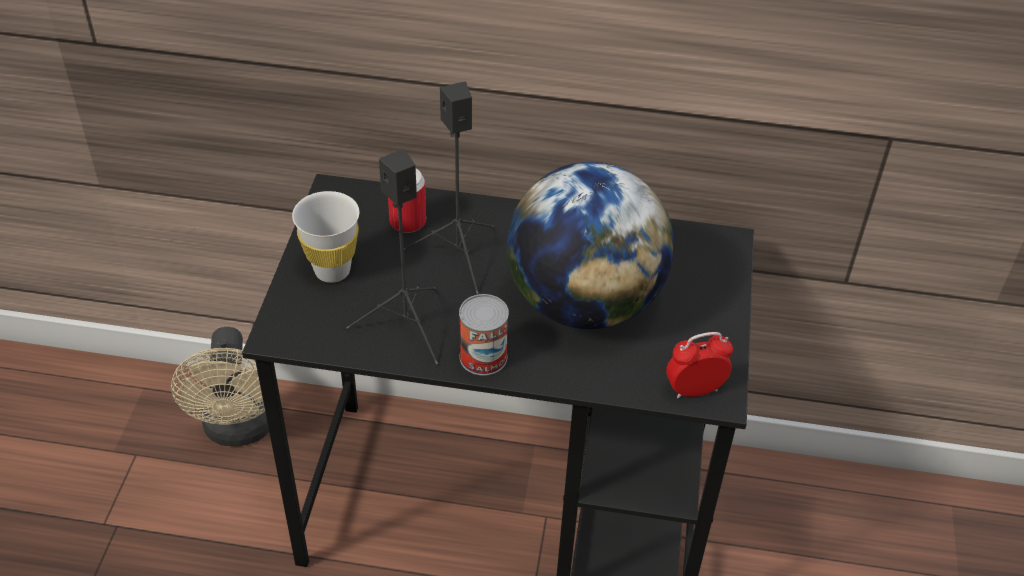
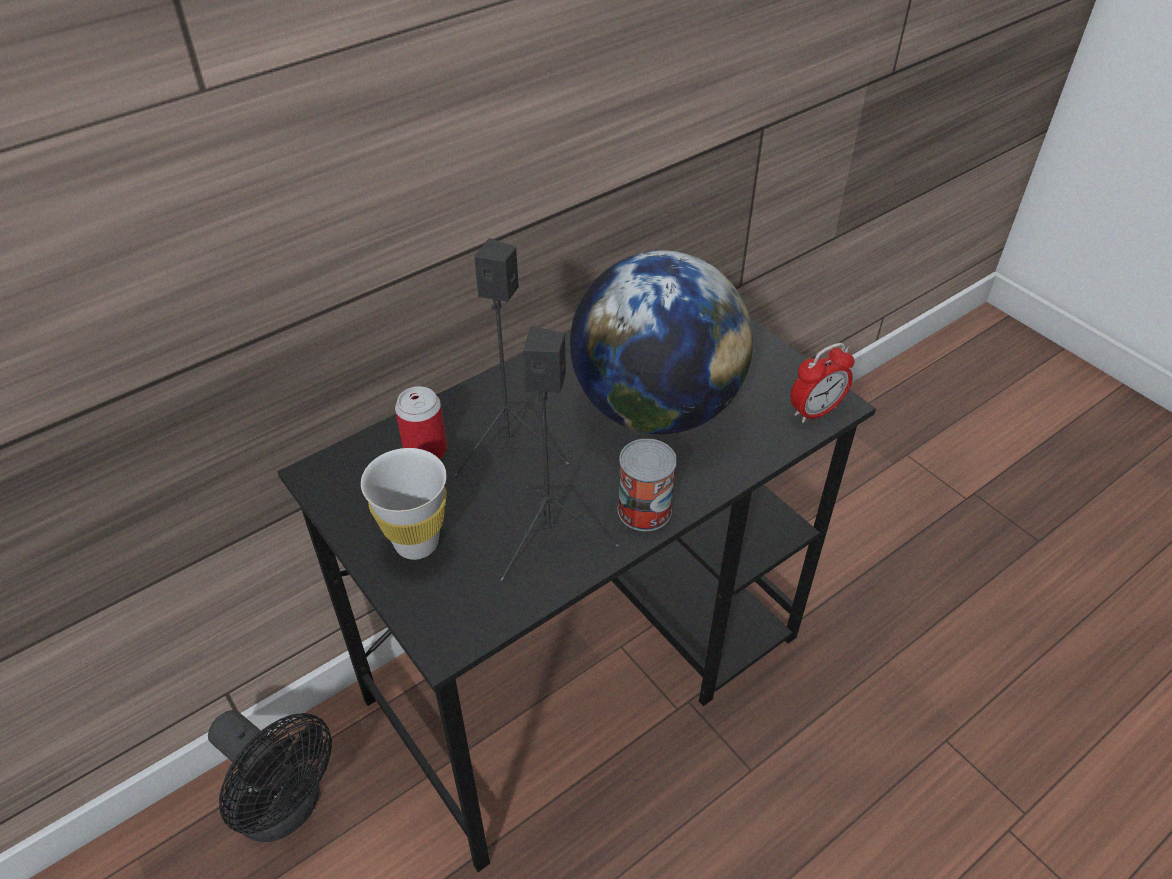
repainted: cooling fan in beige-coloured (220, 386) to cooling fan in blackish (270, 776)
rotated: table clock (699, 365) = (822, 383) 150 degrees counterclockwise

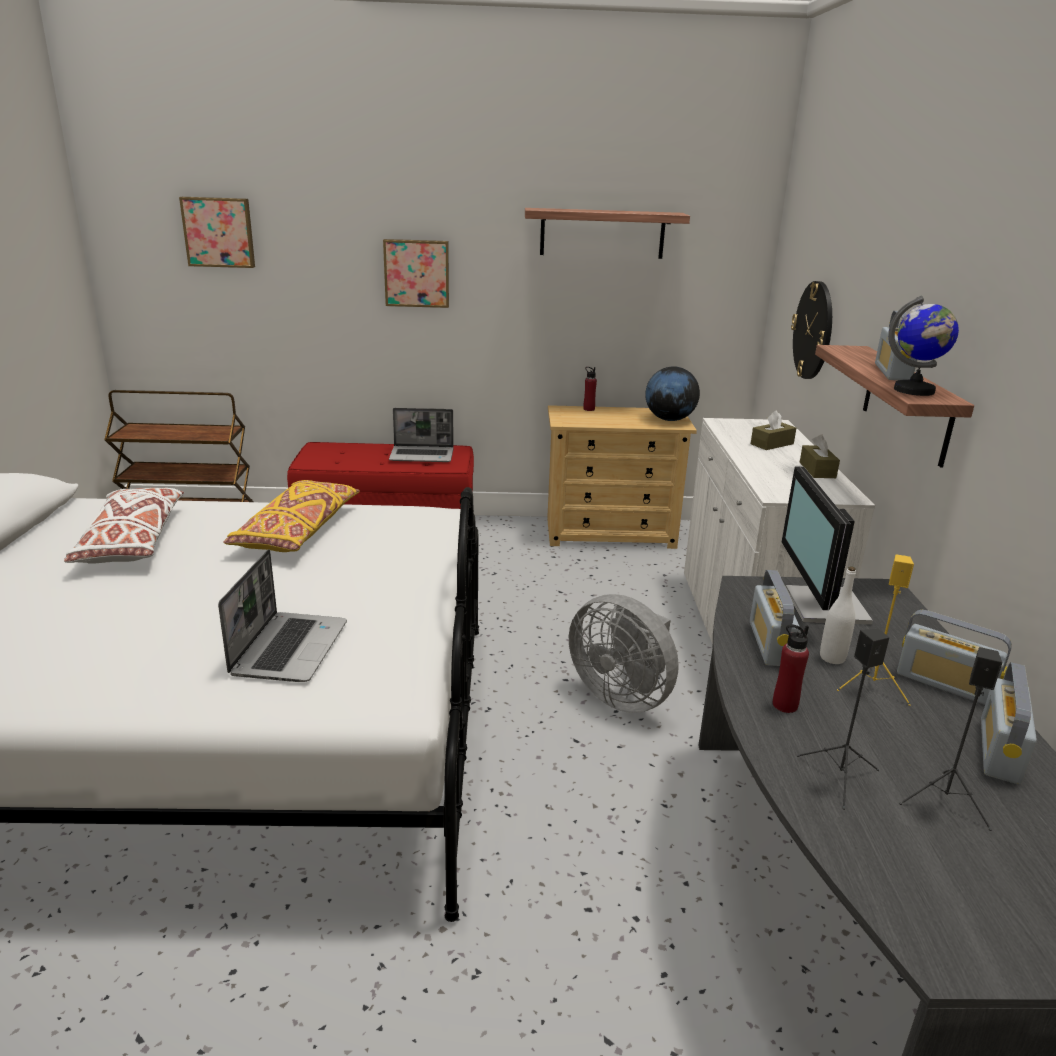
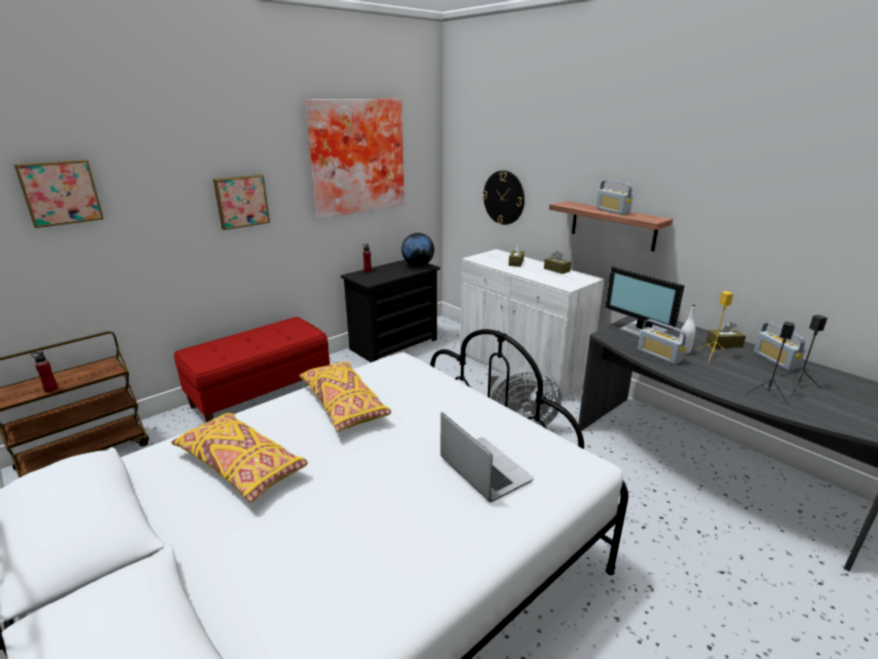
gone: globe (923, 346); notebook computer (421, 435)
shifted: bottle in reddish (791, 668) to (44, 371)
swapped: wall shelf (607, 233) to wall art (354, 159); radio (954, 657) to tissue holder in brown-coloured (726, 335)
repainted: drawer chest in beige-coloured (622, 477) to drawer chest in blackish (390, 311); pillow in white (124, 526) to pillow in yellowish (239, 457)

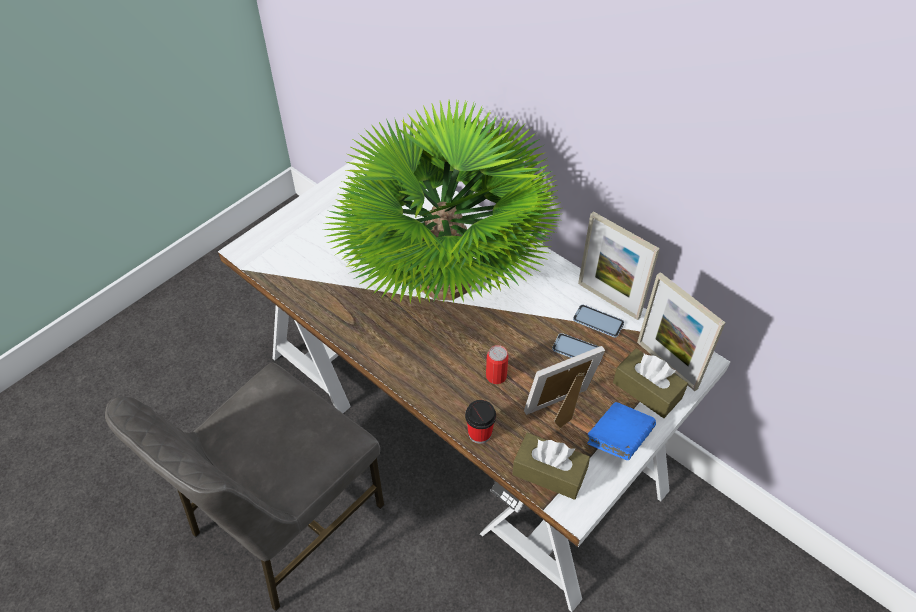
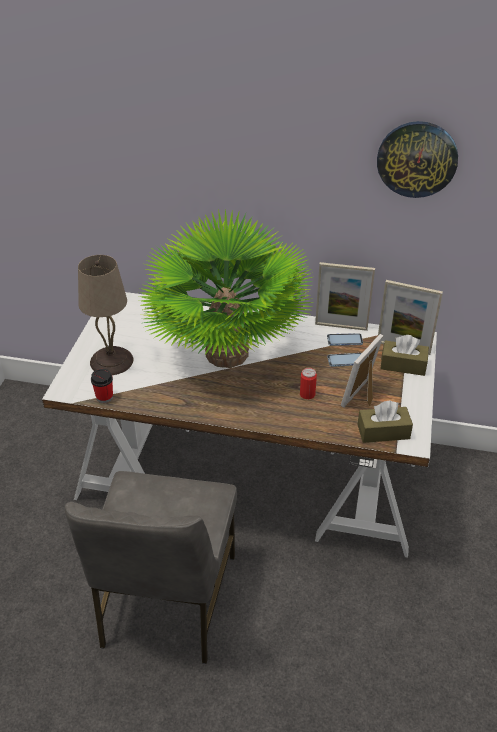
gone: book in bluish (621, 431)
new: hanging clock (417, 159); table lamp in beige-coloured (106, 315)
shifted: cup (480, 422) to (102, 386)

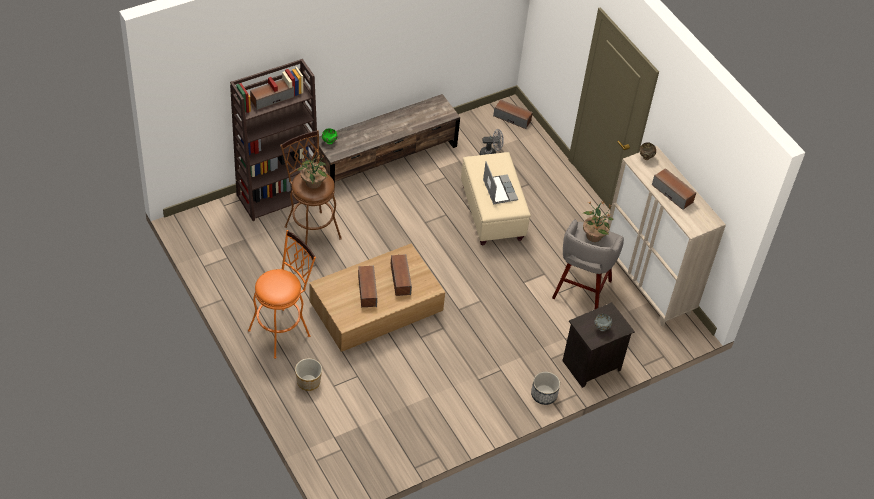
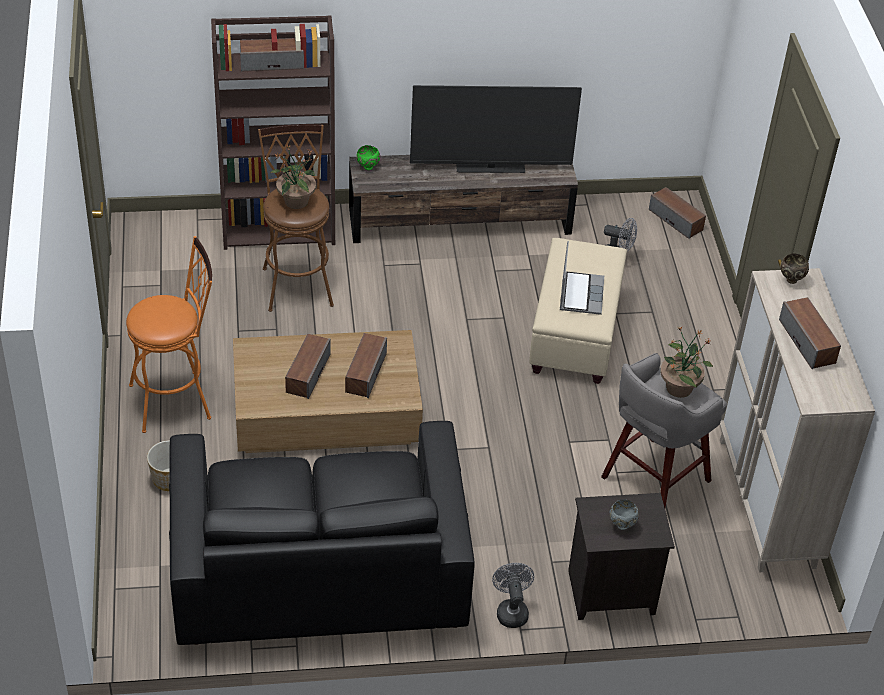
new: TV set (496, 129); couch in blackish (322, 533)
swapped: flower pot (545, 388) to cooling fan in grey (513, 595)

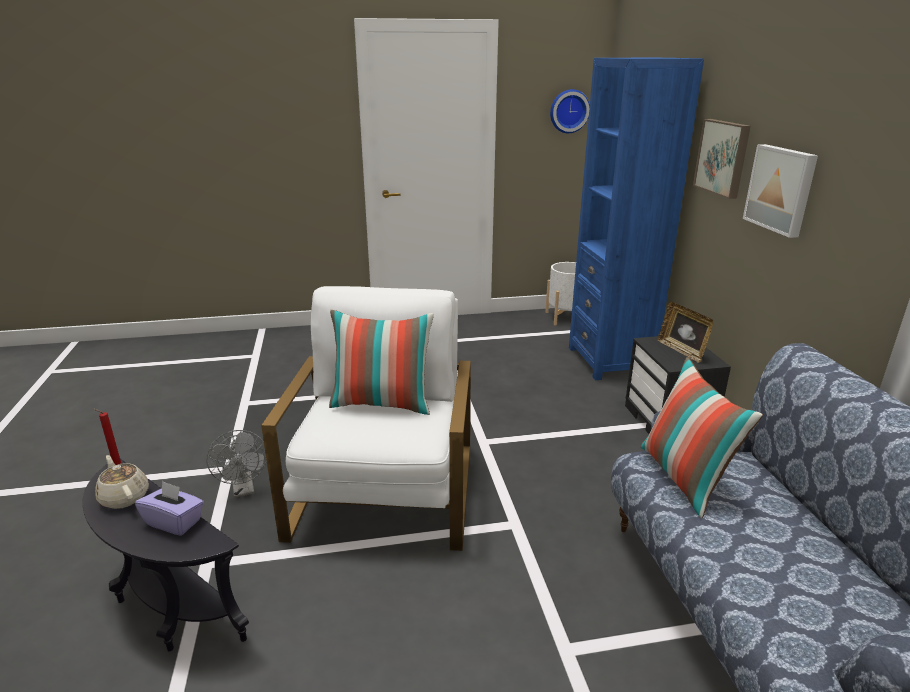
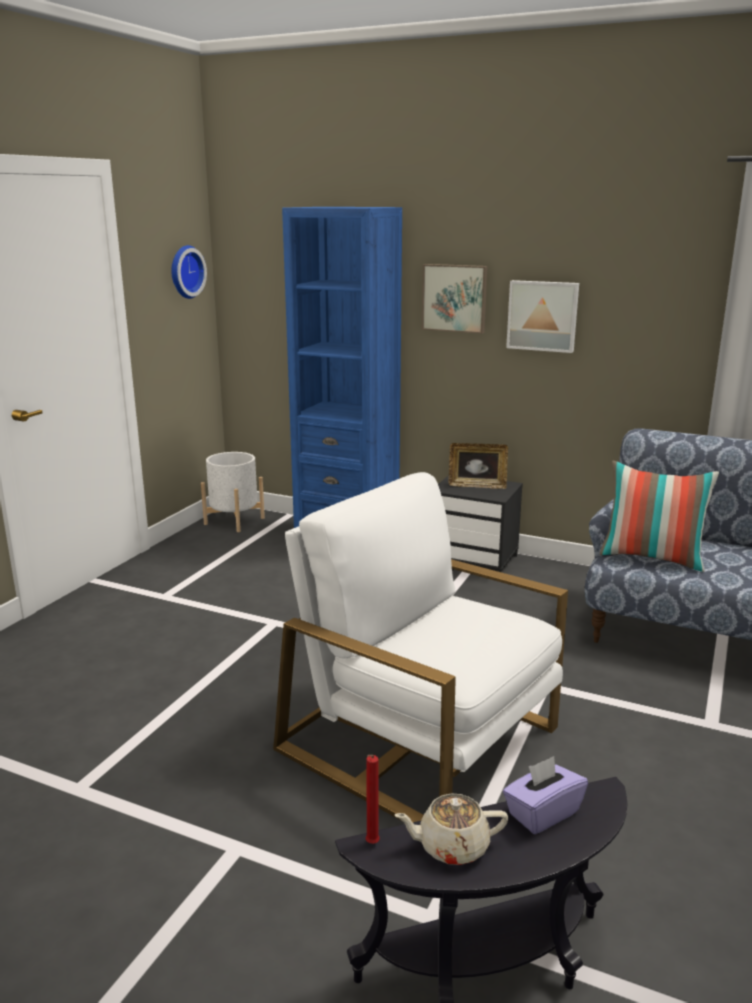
gone: pillow (381, 362); cooling fan in grey (236, 464)

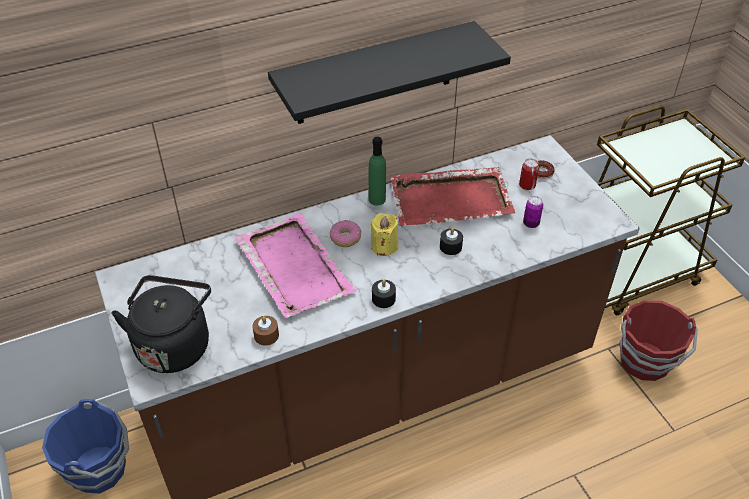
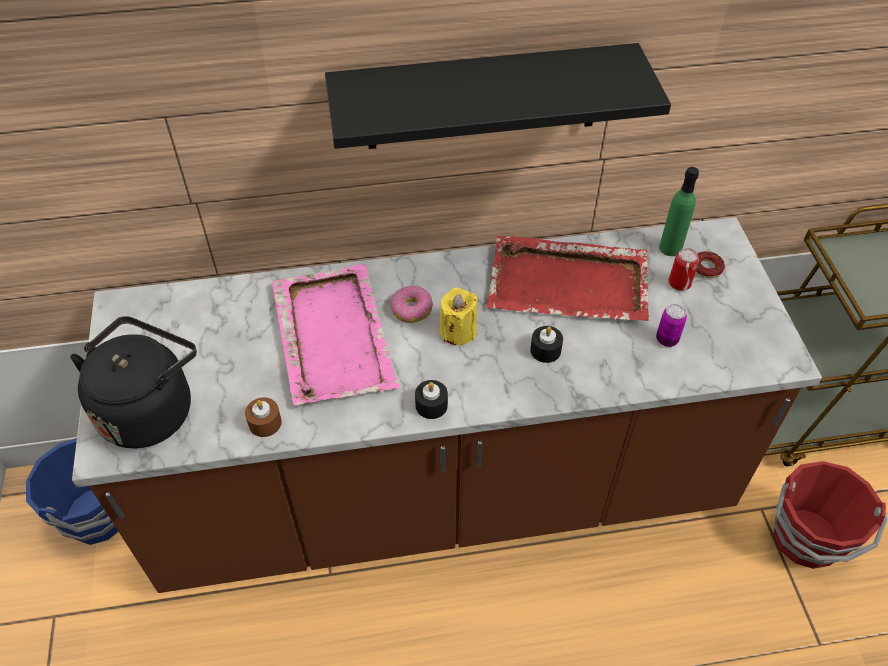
shifted: bottle in green-coloured (377, 171) to (679, 211)

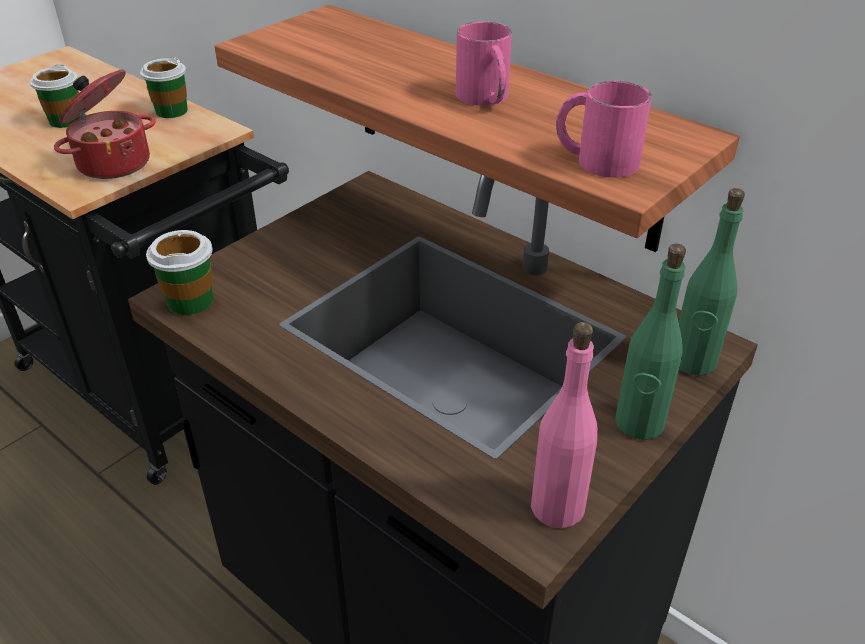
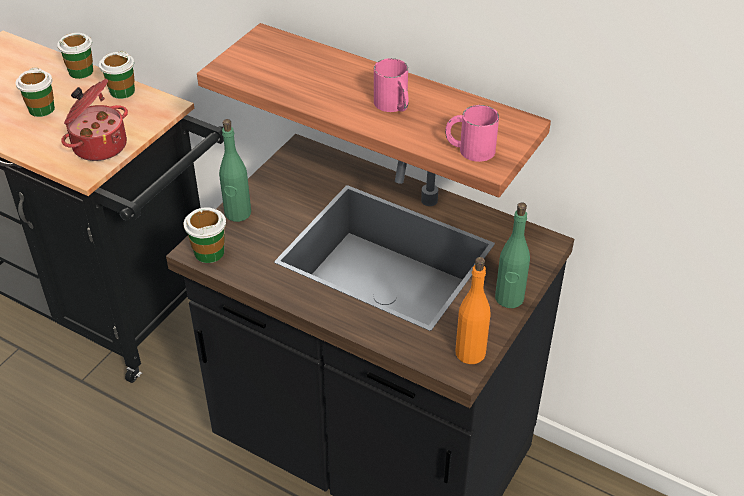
new: cup (75, 56)
shifted: bottle in green-coloured (712, 282) to (235, 170)
repainted: bottle in pink (564, 425) to bottle in orange-coloured (472, 310)

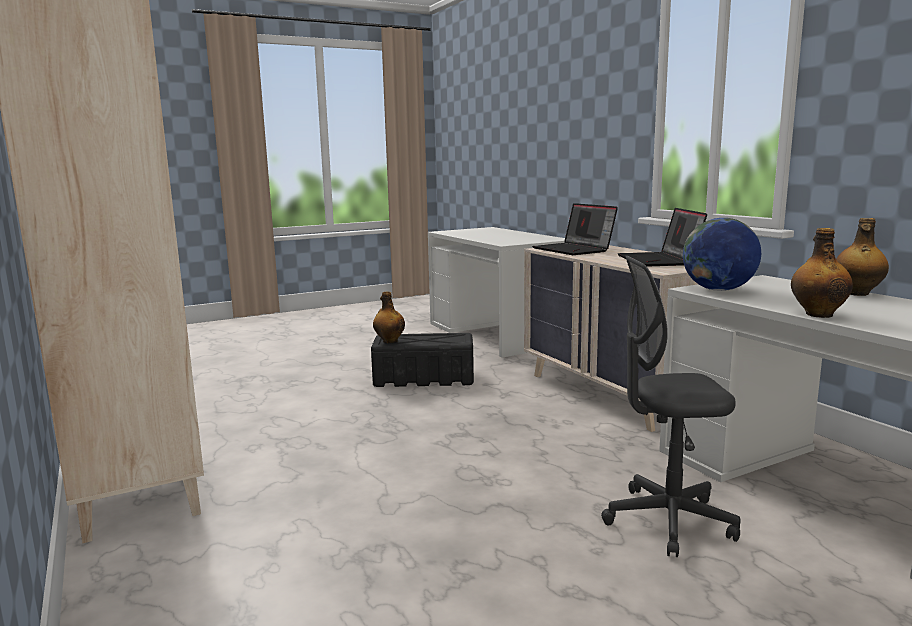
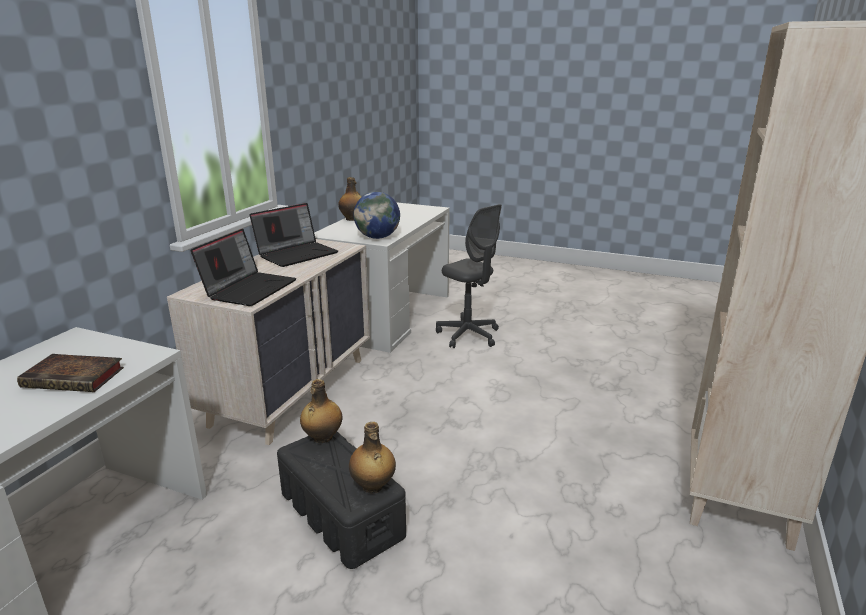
new: book (70, 373)
shifted: bottle (822, 273) to (321, 411)

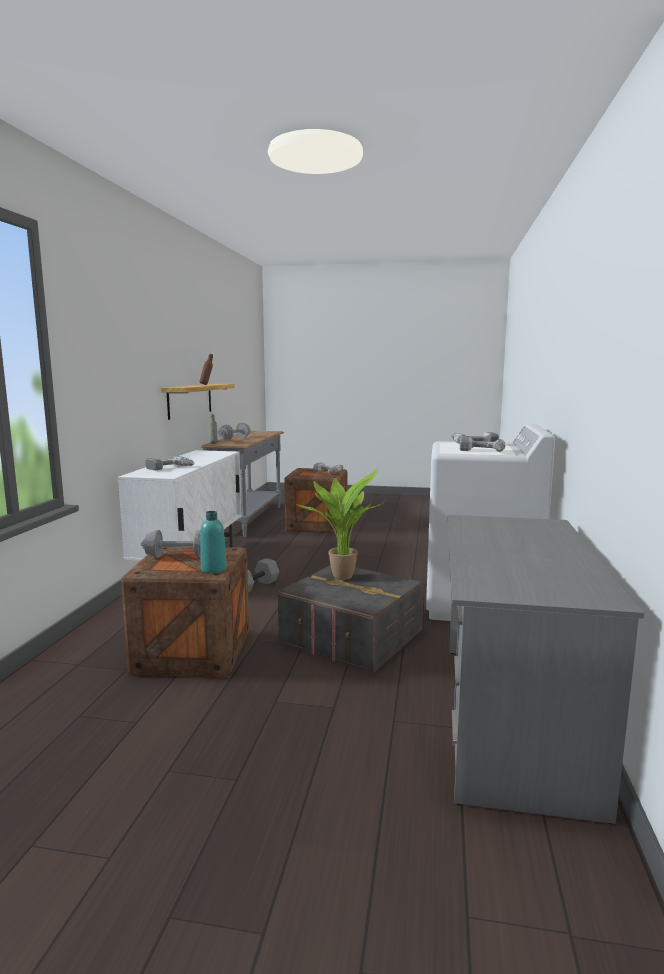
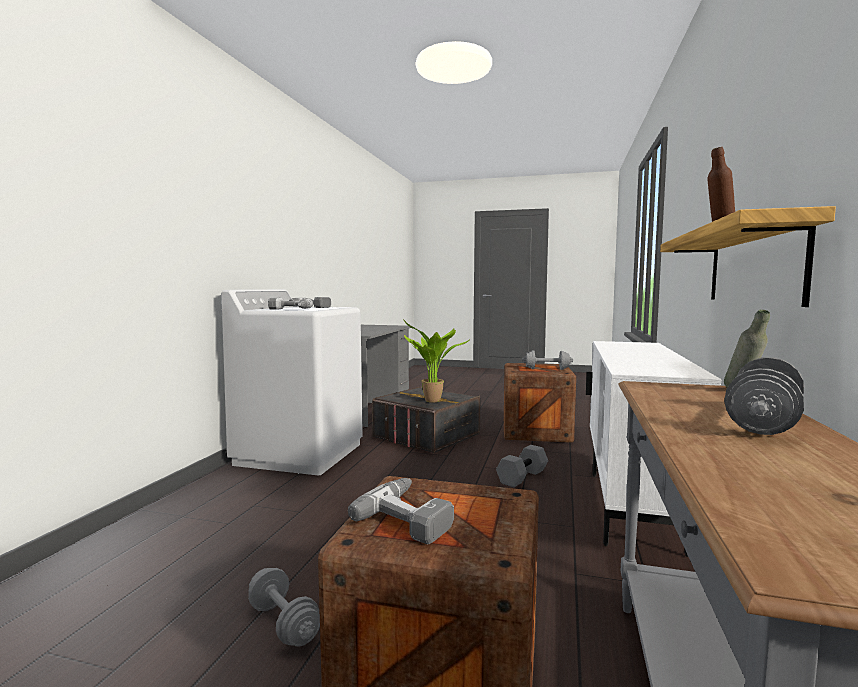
gone: electric drill (169, 463); bottle in turquoise (213, 542)
new: hand weight in grey (284, 607)

